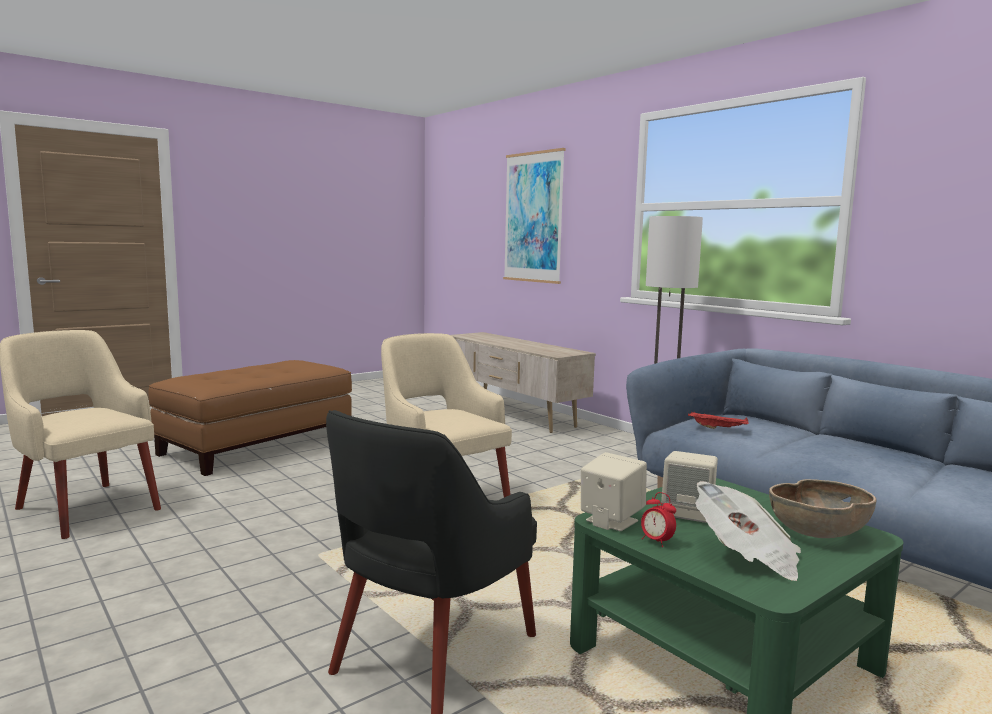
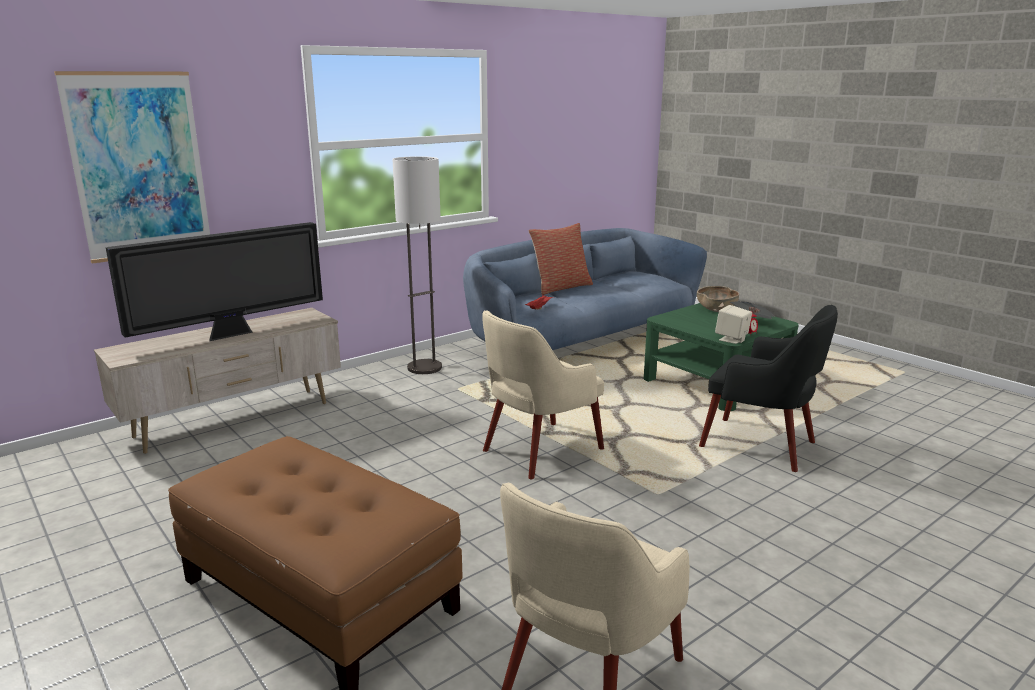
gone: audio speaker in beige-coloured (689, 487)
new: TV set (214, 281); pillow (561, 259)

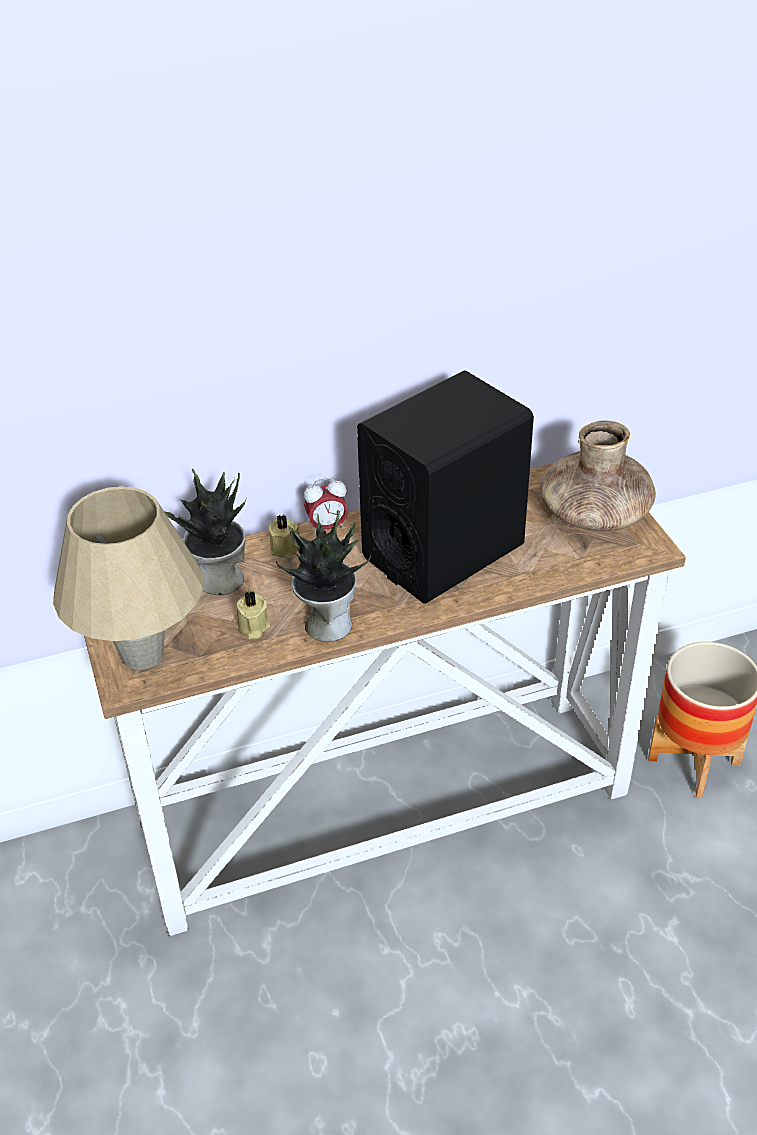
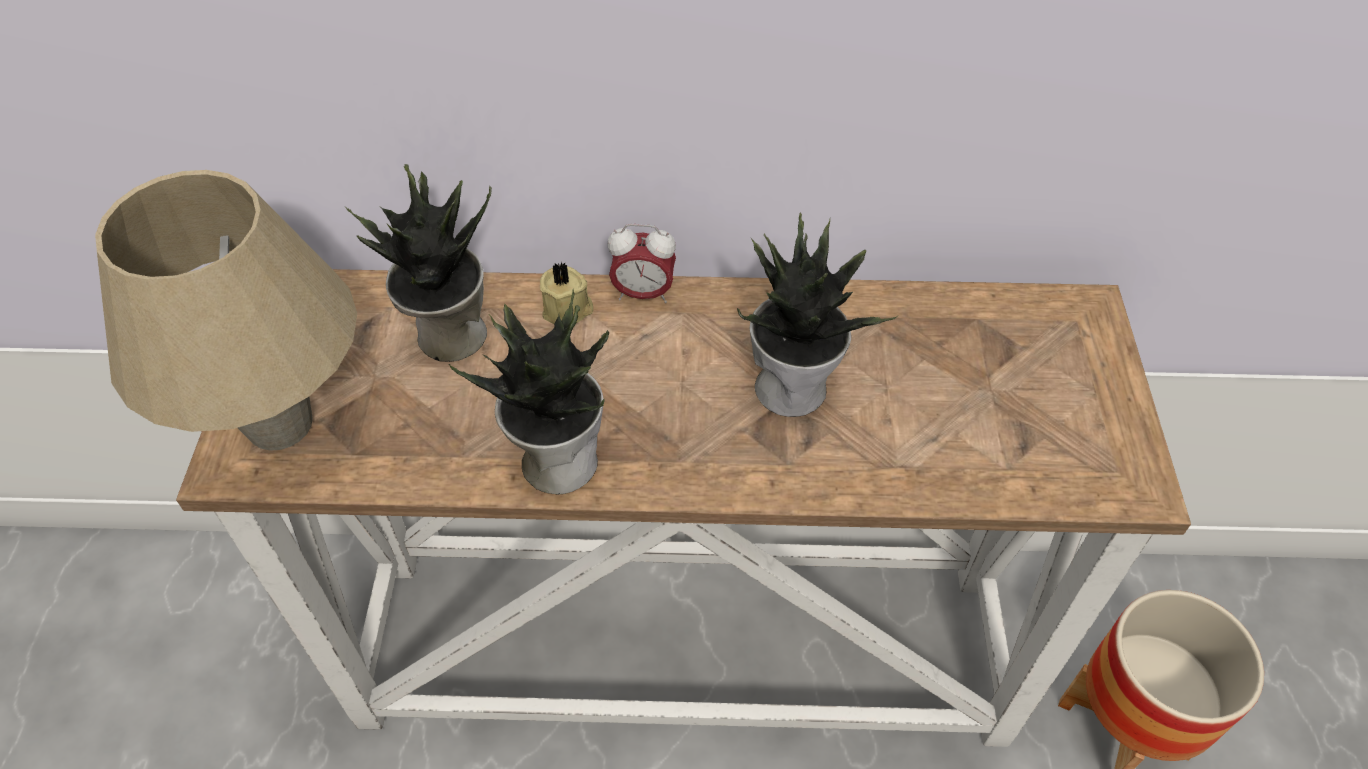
gone: decorative vase in brown-coloured (598, 475); candle in beige-coloured (253, 615)
swapped: audio speaker in blackish (445, 487) to plant in a pot (816, 315)

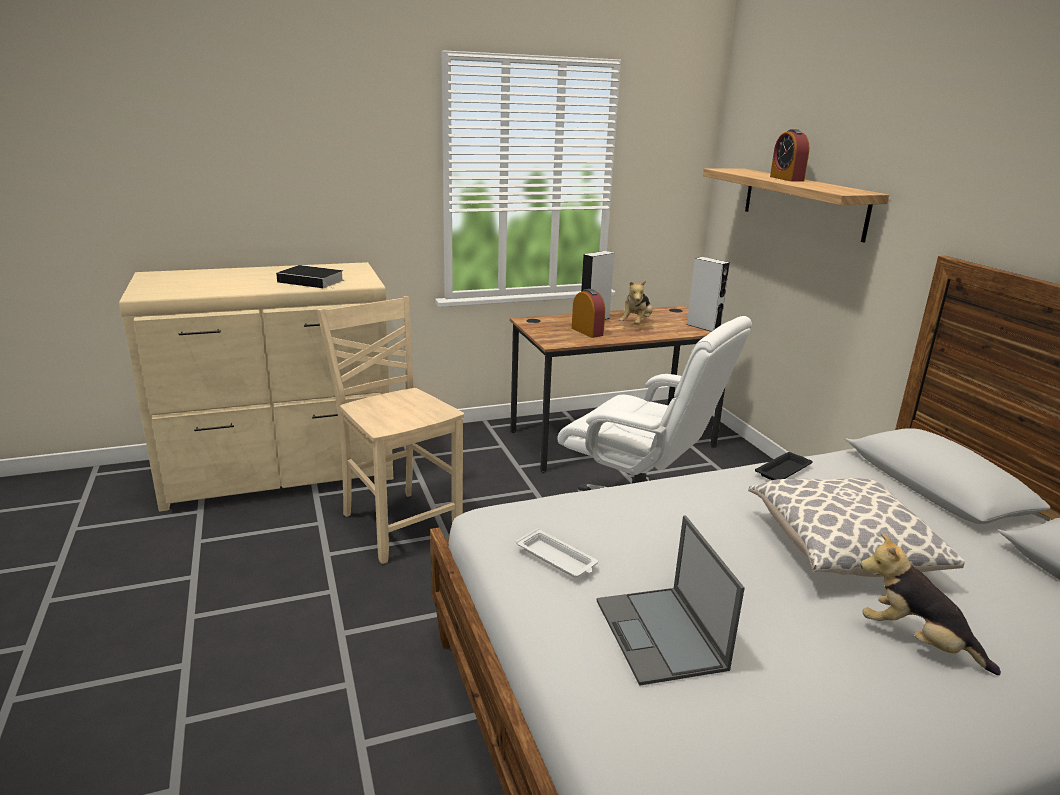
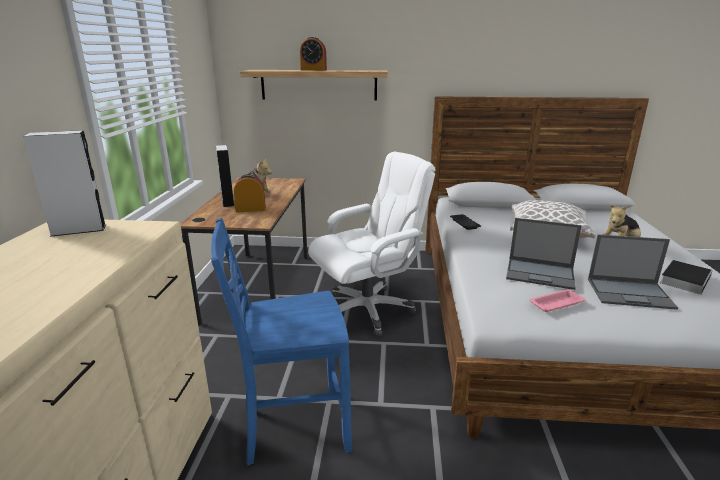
new: notebook computer (544, 254)
shifted: audio speaker in grey (708, 294) to (64, 183); book (310, 277) to (686, 277)
repainted: plain chair in beige-coloured (390, 430) to plain chair in bluish (281, 342); serving tray in white (557, 552) to serving tray in pink (557, 300)

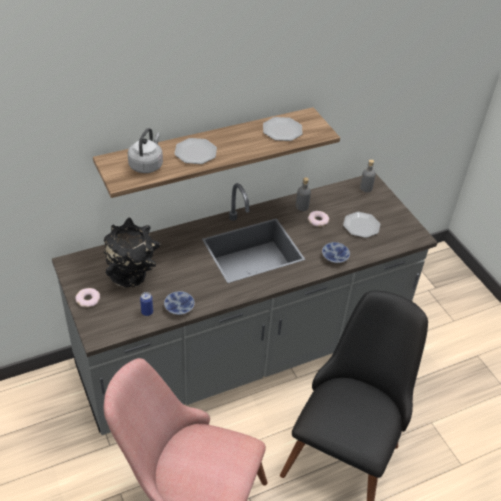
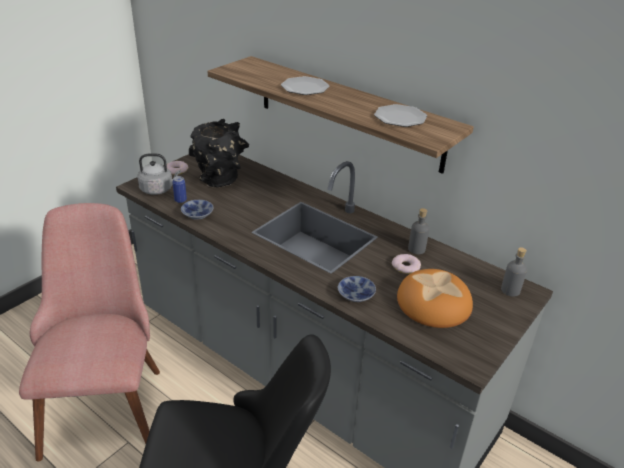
shifted: kettle in grey (145, 150) to (159, 174)
swapped: flat dish (361, 225) to baked bread (435, 298)

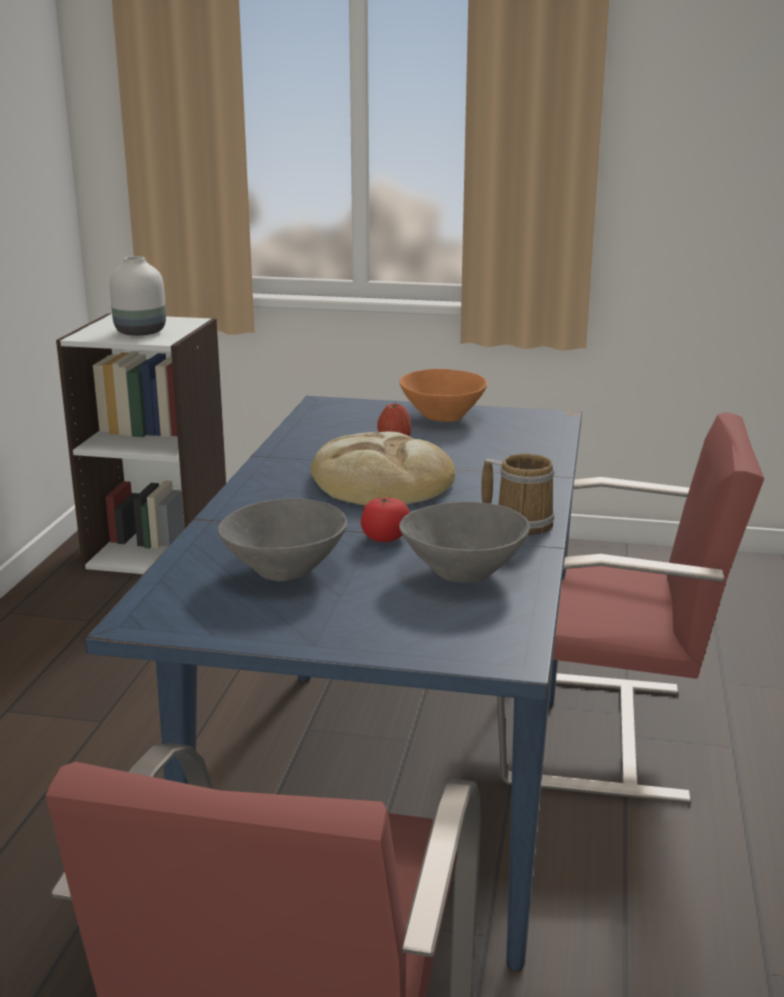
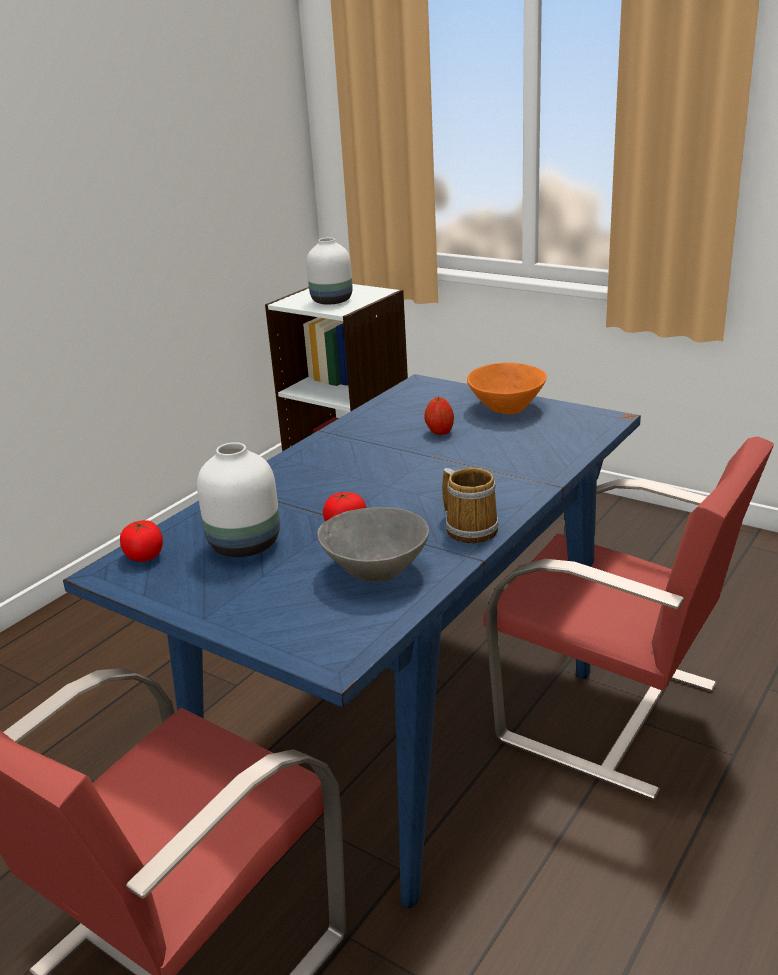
gone: baked bread (383, 468)
new: whole tomato (141, 541)
swapped: bowl in grey (282, 539) to decorative vase in white (238, 499)

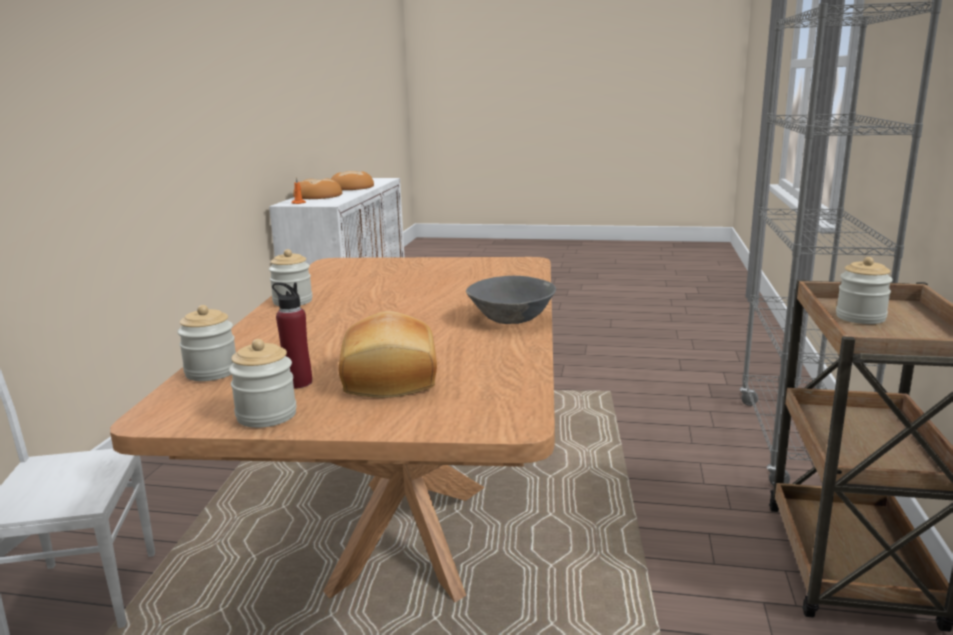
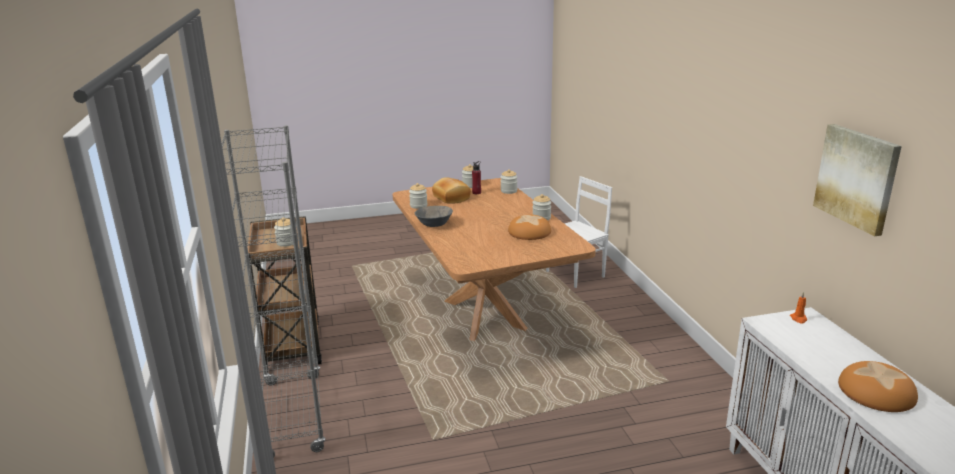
new: wall art (857, 180); jar (418, 196)
shifted: baked bread (317, 188) to (529, 227)

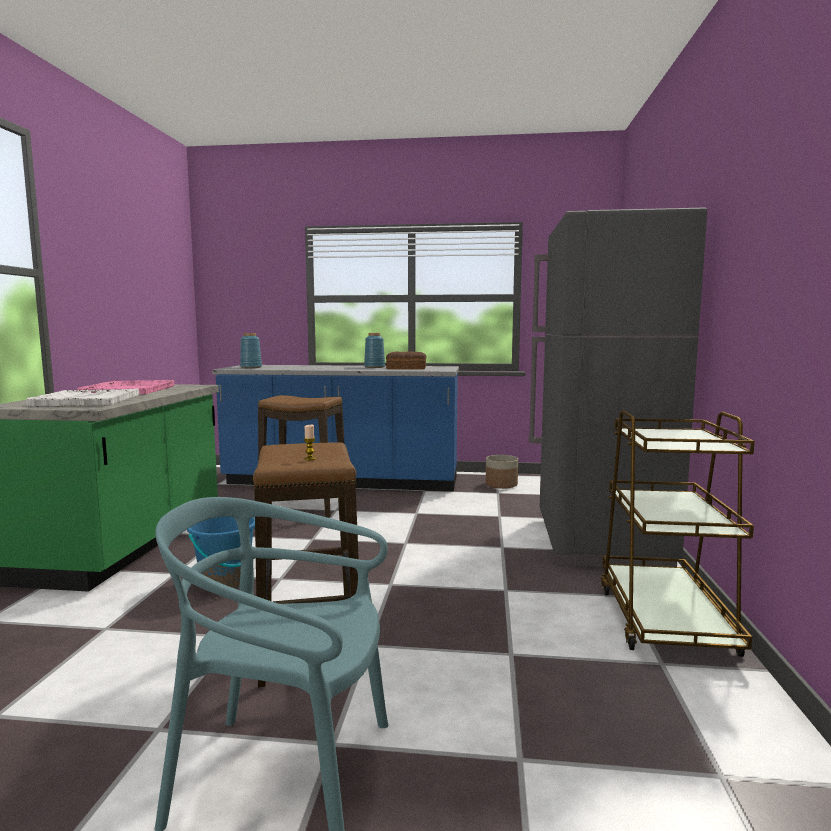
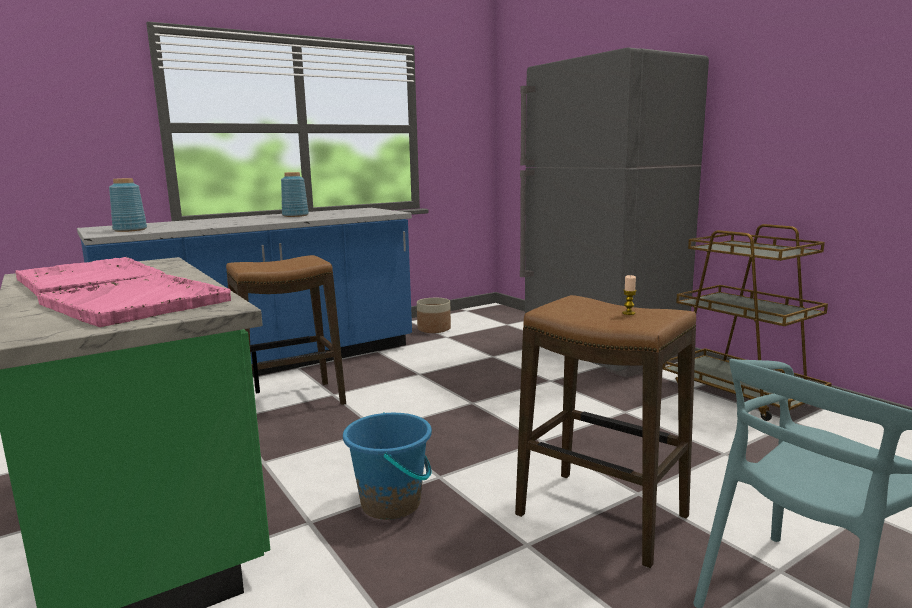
gone: baked bread (406, 360)
repainted: serving tray in white (82, 397) to serving tray in pink (134, 300)

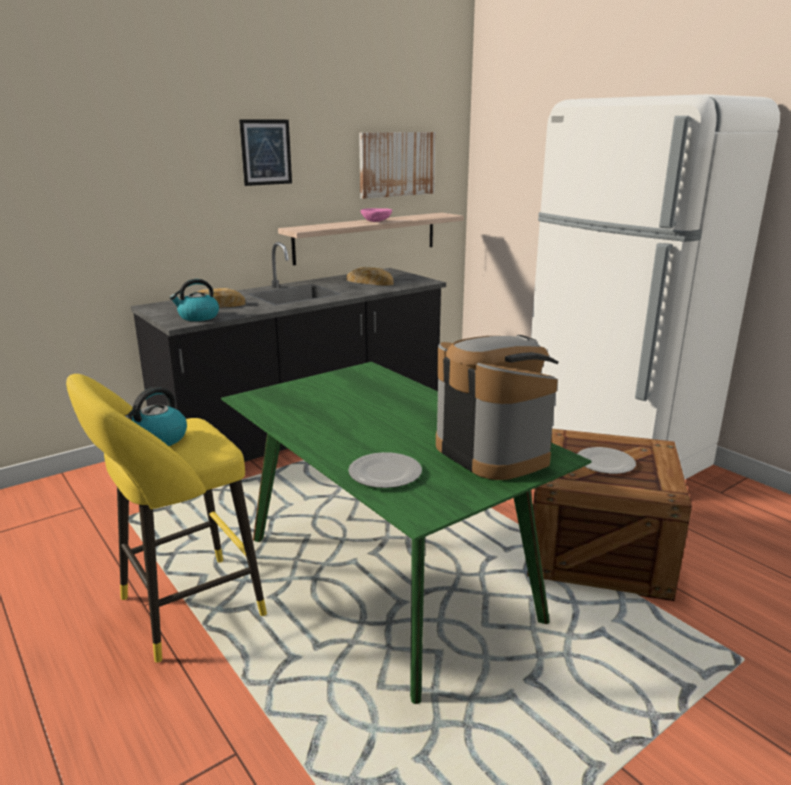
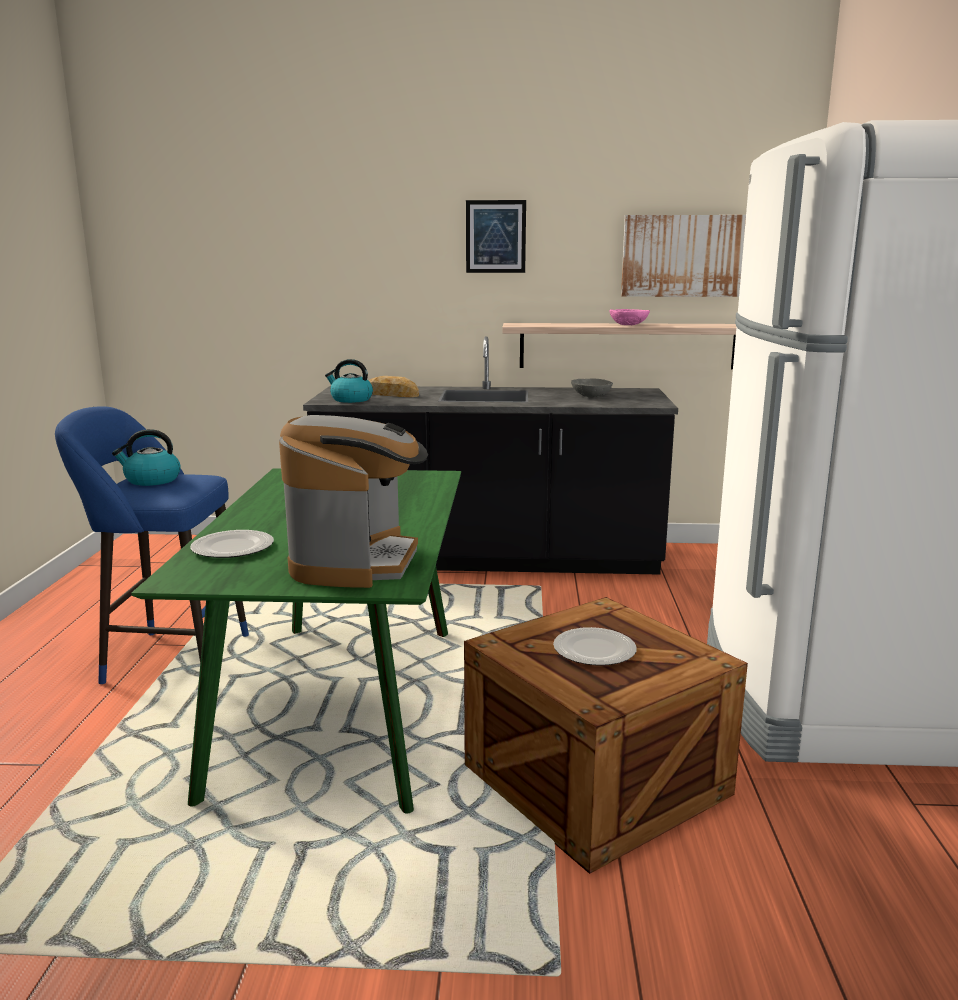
swapped: baked bread (370, 276) to bowl in grey (592, 387)
repainted: stool seat in yellowish (166, 518) to stool seat in bluish (152, 545)

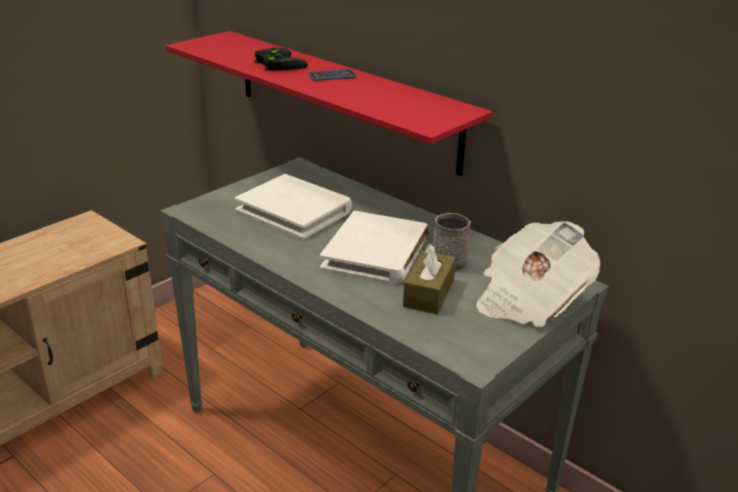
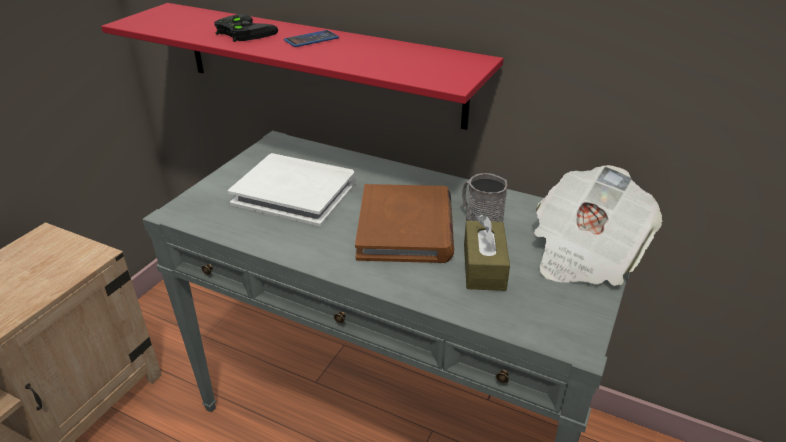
repainted: book in white (375, 248) to book in brown-coloured (404, 223)

